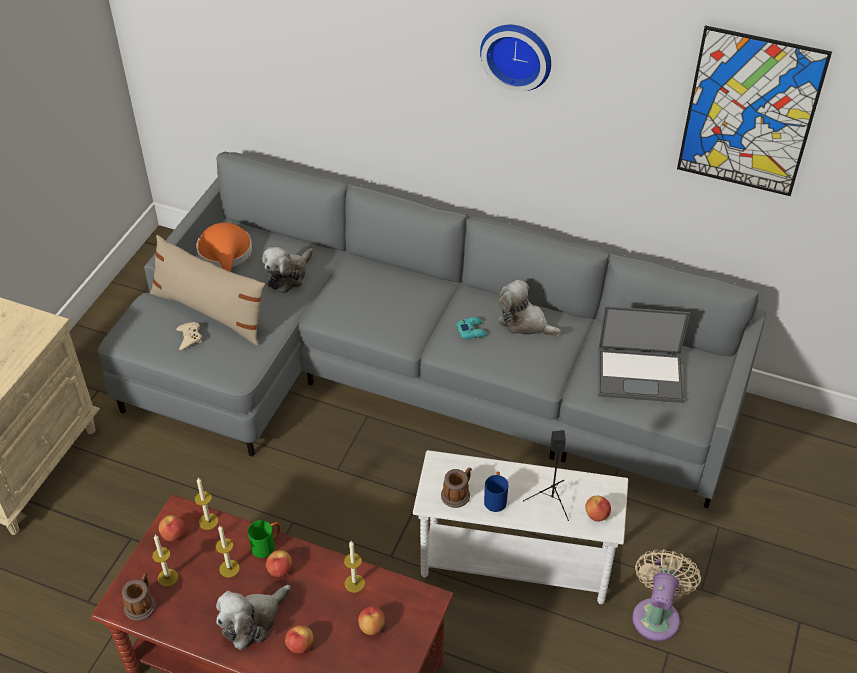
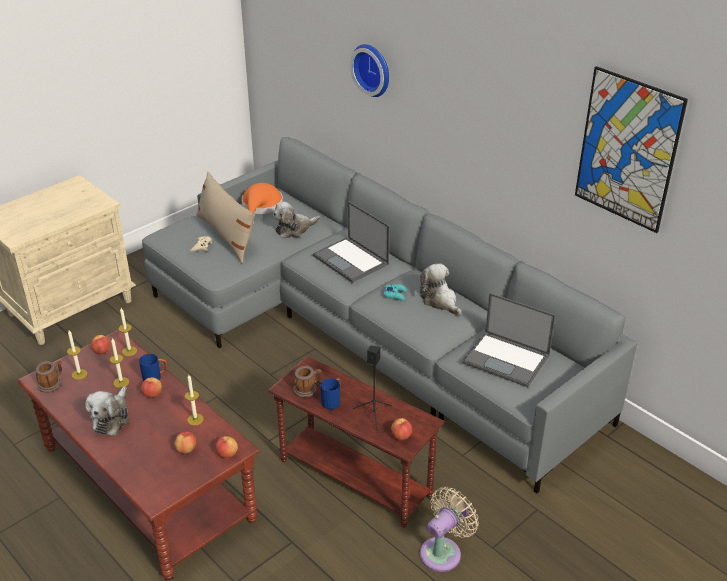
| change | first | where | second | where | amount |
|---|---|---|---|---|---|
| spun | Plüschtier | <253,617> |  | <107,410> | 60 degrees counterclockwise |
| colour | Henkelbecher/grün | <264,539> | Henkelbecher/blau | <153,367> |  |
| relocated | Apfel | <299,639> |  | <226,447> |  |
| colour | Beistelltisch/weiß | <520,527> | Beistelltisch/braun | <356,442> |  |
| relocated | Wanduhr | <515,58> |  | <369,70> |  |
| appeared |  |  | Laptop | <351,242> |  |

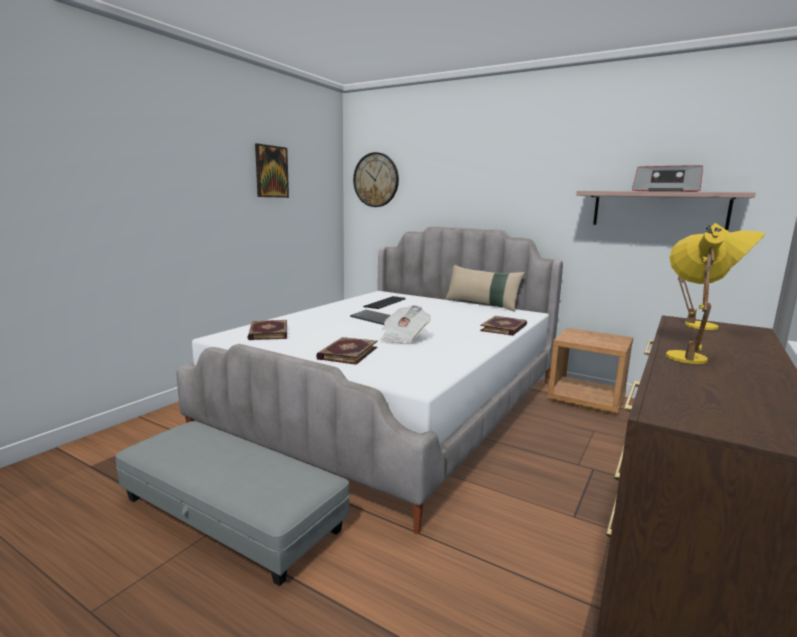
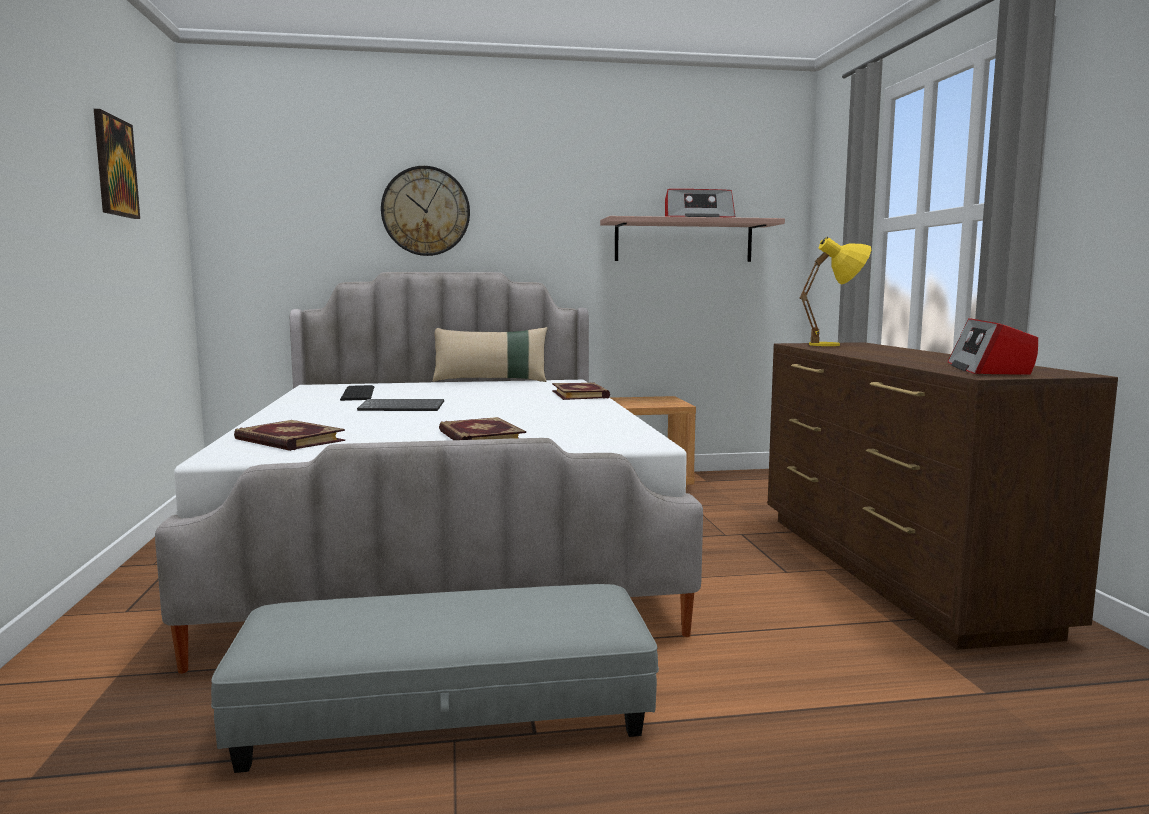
| change | first | where | second | where | amount |
|---|---|---|---|---|---|
| relocated | Wanduhr | <376,179> |  | <425,211> |  |
| missing | Zeitung | <405,324> |  |  |  |
| missing | Tischlampe/gelb | <699,295> |  |  |  |
| appeared |  |  | Radio | <993,346> |  |

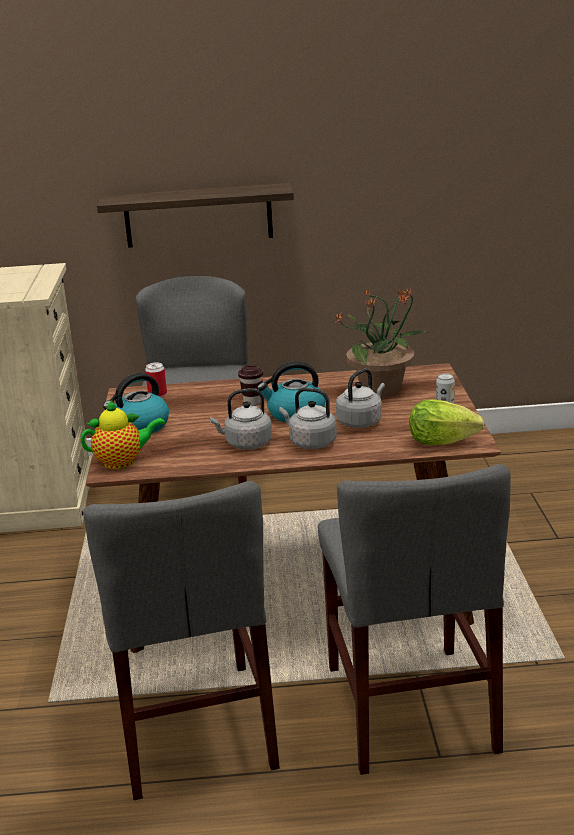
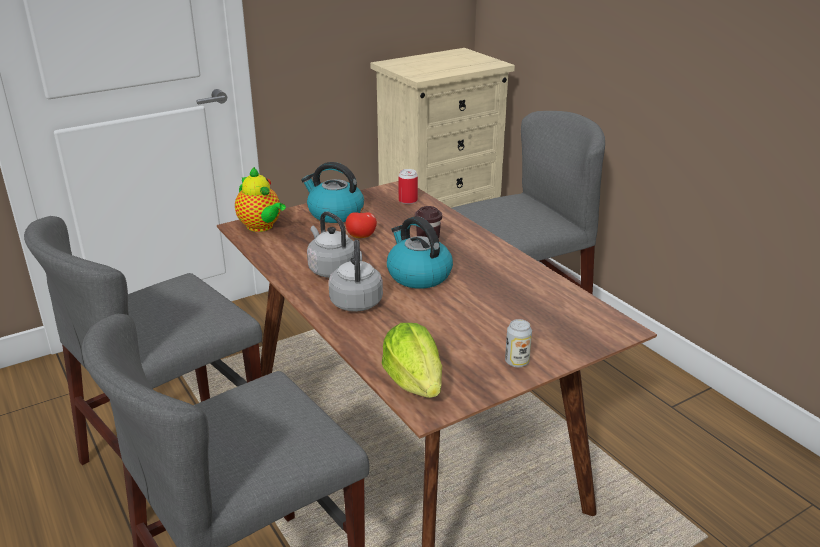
| change | first | where | second | where | amount |
|---|---|---|---|---|---|
| missing | Wandregal | <195,215> |  |  |  |
| missing | Topfpflanze | <380,343> |  |  |  |
| missing | Wasserkessel/grau | <360,398> |  |  |  |
| appeared |  |  | Apfel | <361,223> |  |

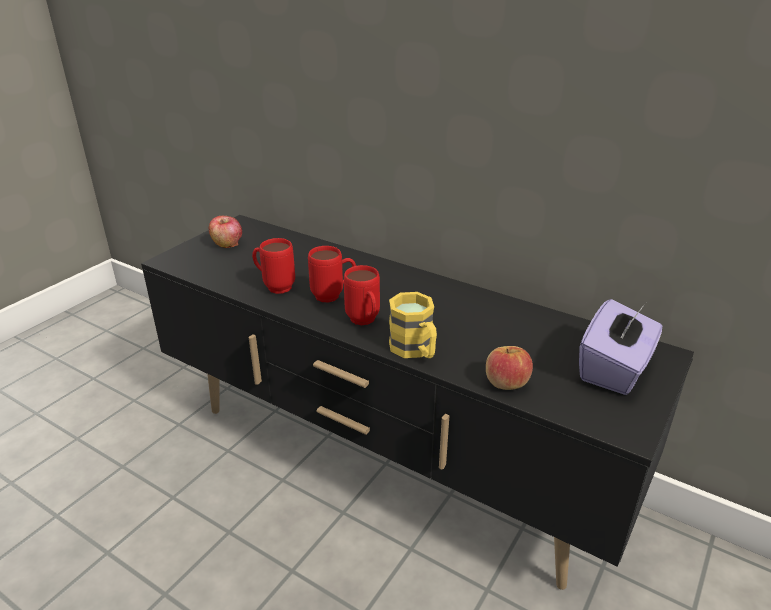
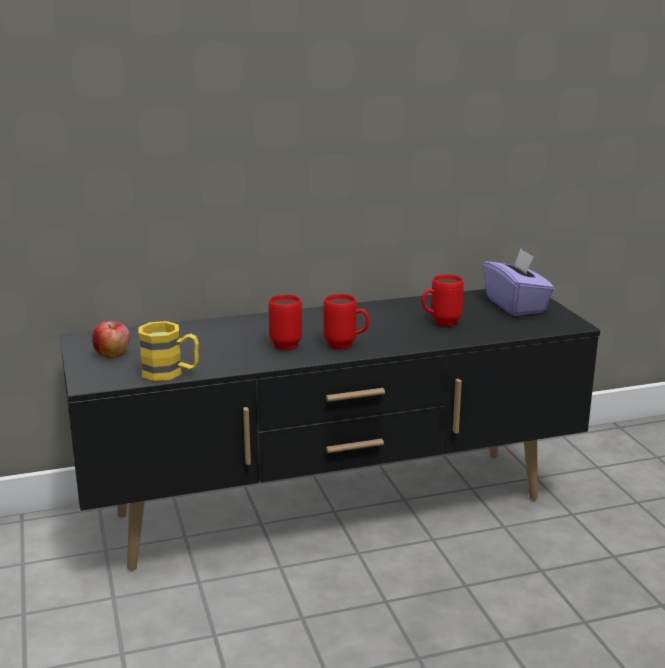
| change | first | where | second | where | amount |
|---|---|---|---|---|---|
| relocated | Henkelbecher/rot | <273,266> |  | <443,300> |  |
| relocated | Henkelbecher/gelb | <413,325> |  | <169,351> |  |
| missing | Apfel | <509,368> |  |  |  |

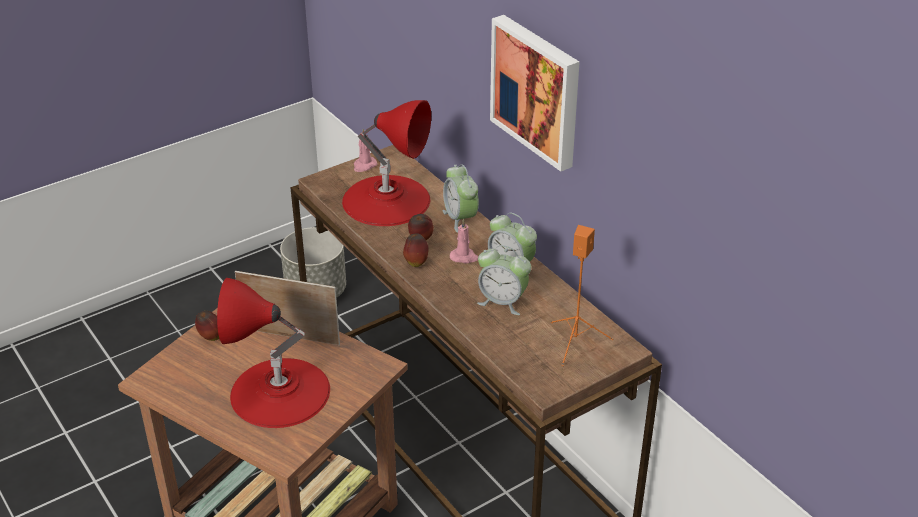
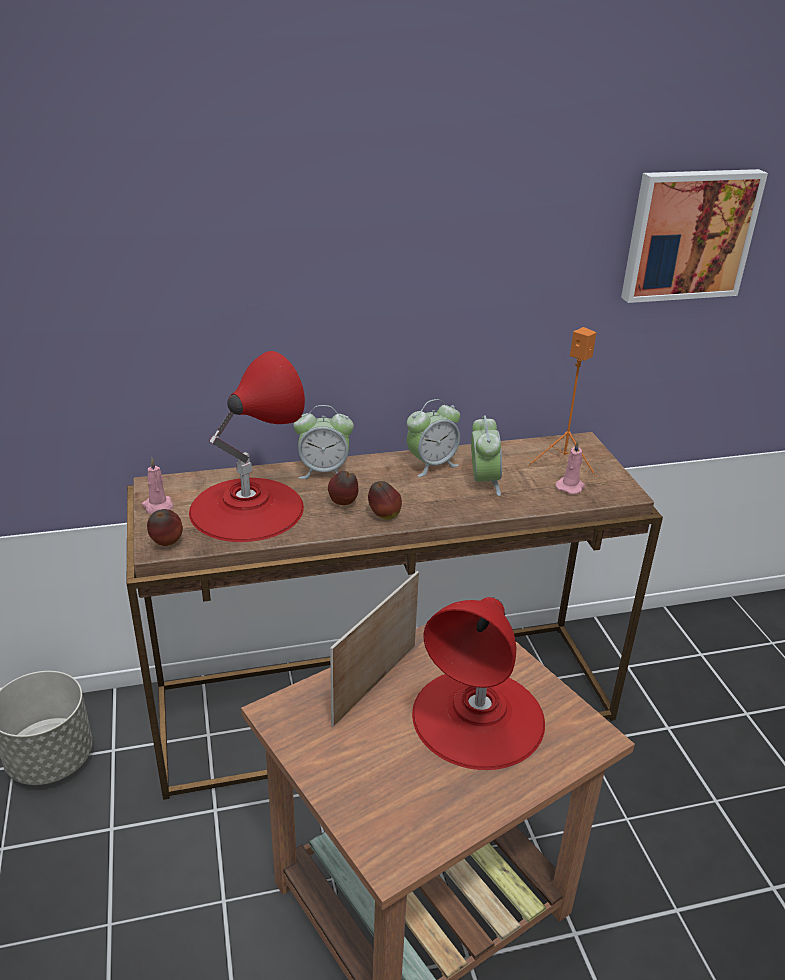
| change | first | where | second | where | amount |
|---|---|---|---|---|---|
| relocated | Apfel | <207,326> |  | <165,527> |  |
| relocated | Kerze/rosa | <464,241> |  | <570,467> |  |
| spun | Wecker | <504,280> |  | <486,455> | 45 degrees counterclockwise |
| relocated | Bild | <535,93> |  | <694,236> |  |

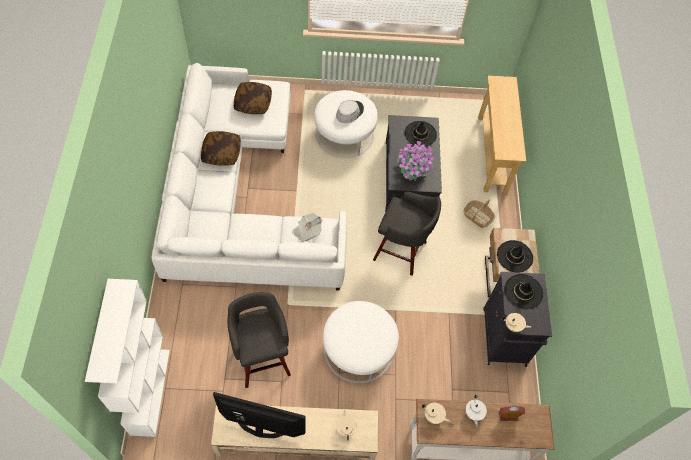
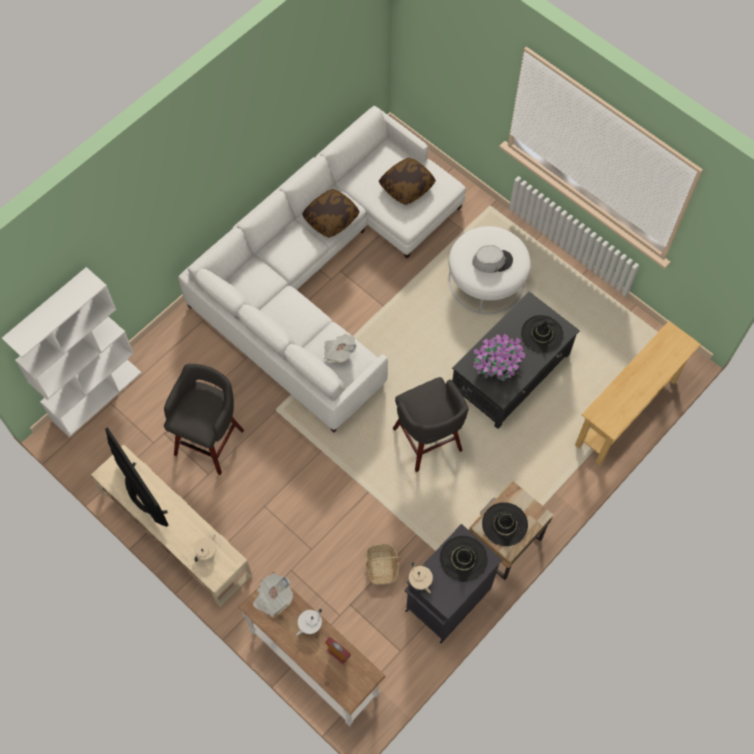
| change | first | where | second | where | amount |
|---|---|---|---|---|---|
| missing | Polsterhocker/weiß | <361,342> |  |  |  |
| exchanged | Teekanne/beige | <436,413> | Zeitung | <273,595> |  |
| relocated | Korb | <479,214> |  | <382,564> |  |

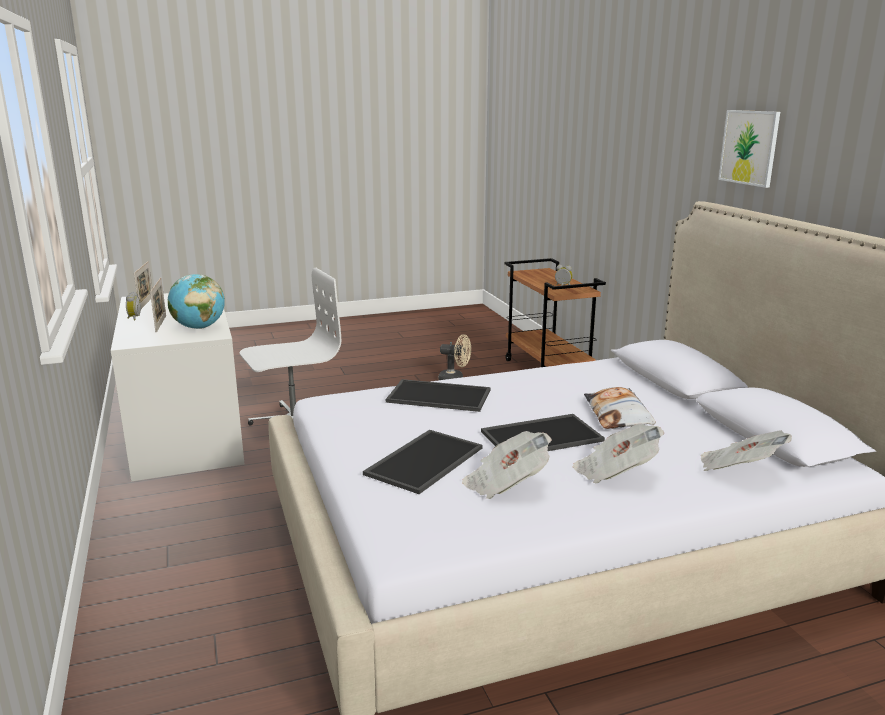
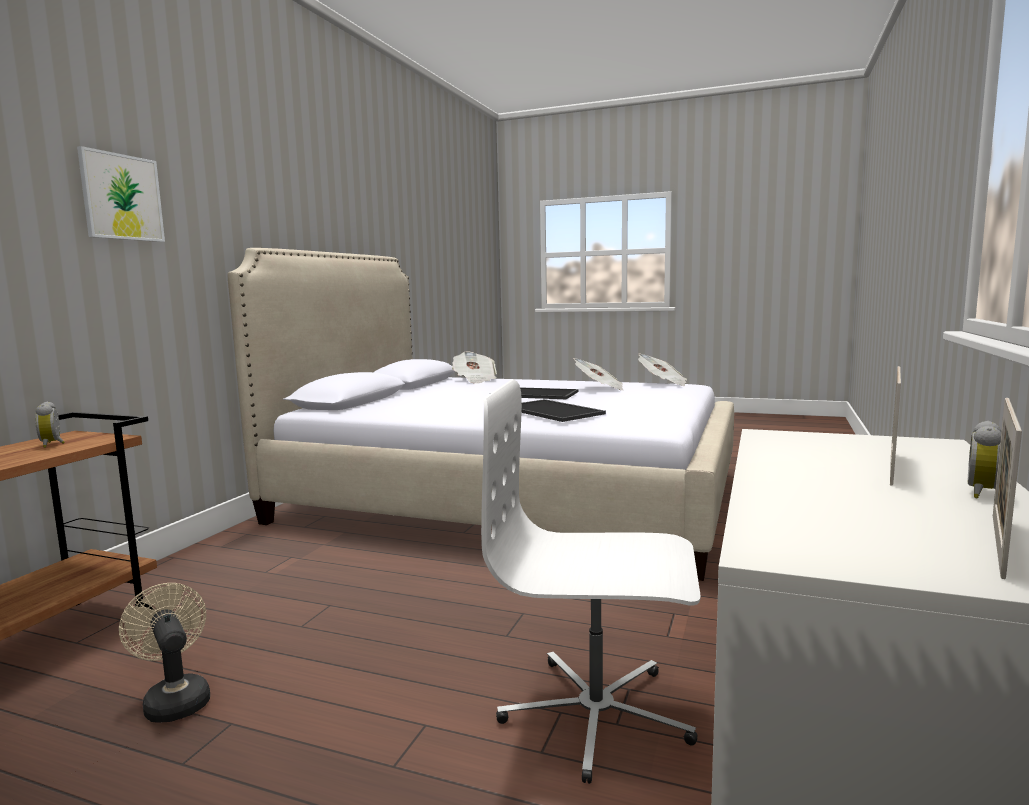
| change | first | where | second | where | amount |
|---|---|---|---|---|---|
| missing | Globus | <196,301> |  |  |  |
| missing | Tablett | <423,462> |  |  |  |
| relocated | Zeitung | <618,453> |  | <662,370> |  |
| missing | Kissen | <620,408> |  |  |  |
| relocated | Bild | <749,149> |  | <121,194> |  |

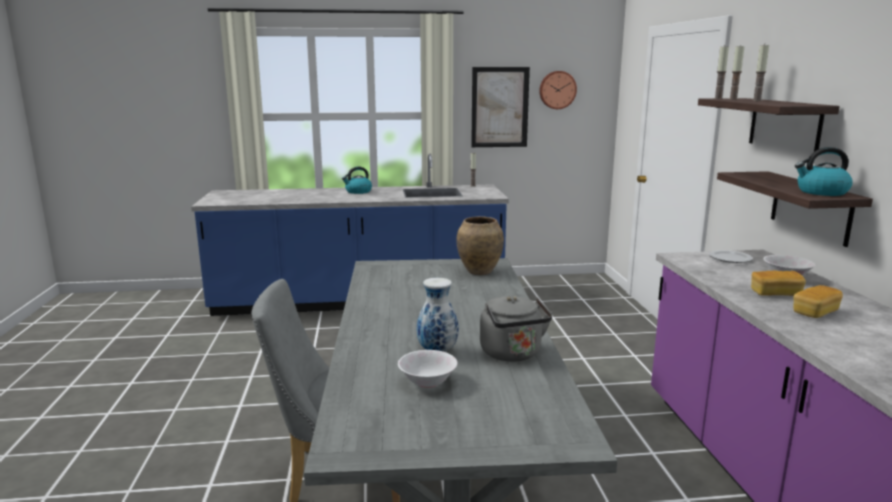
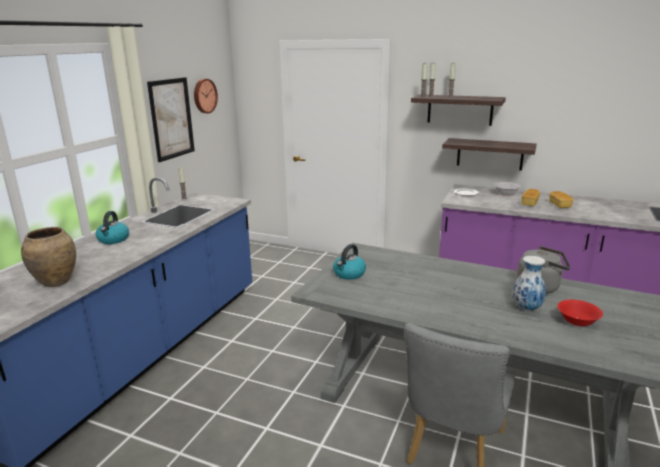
| change | first | where | second | where | amount |
|---|---|---|---|---|---|
| colour | Schüssel/weiß | <427,369> | Schüssel/rot | <580,313> |  |
| relocated | Vase/braun | <480,245> |  | <48,257> |  |
| relocated | Wasserkessel | <824,171> |  | <349,262> |  |

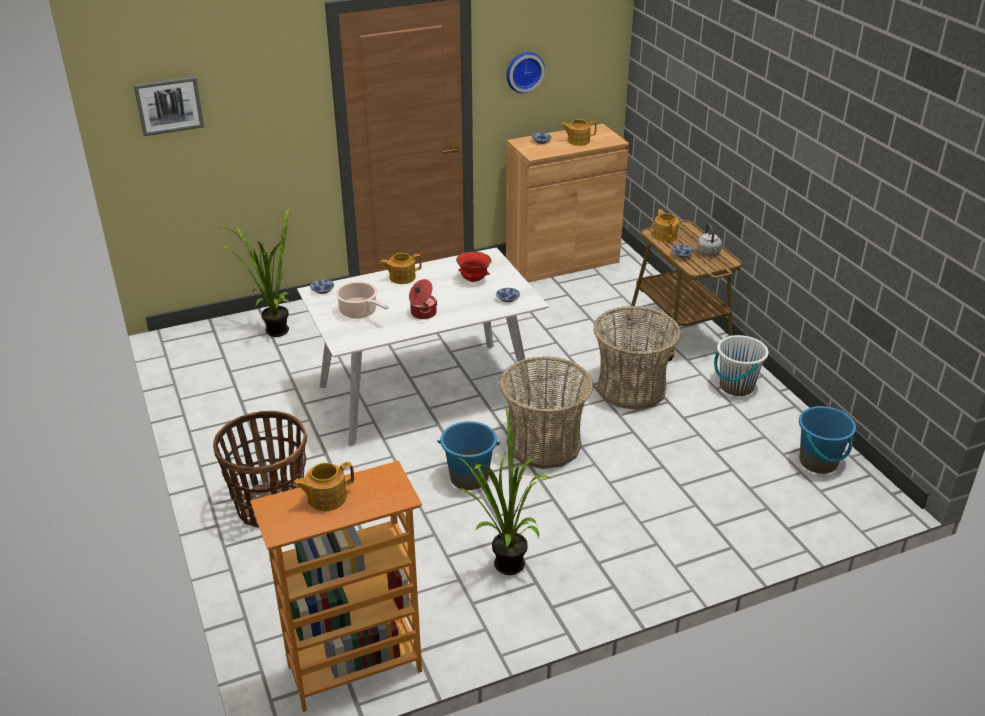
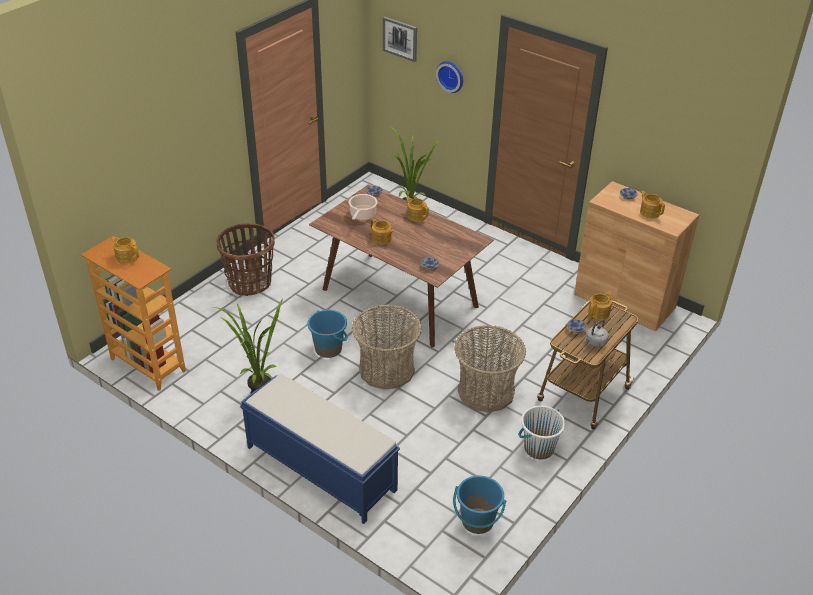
| change | first | where | second | where | amount |
|---|---|---|---|---|---|
| colour | Esstisch/weiß | <423,346> | Esstisch/braun | <401,266> |  |
| exchanged | Kochtopf | <423,299> | Teekanne | <382,231> |  |
| missing | Schüssel/rot | <474,266> |  |  |  |
| relocated | Wanduhr | <525,72> |  | <449,77> |  |
| appeared |  |  | Bank/blau | <320,449> |  |

